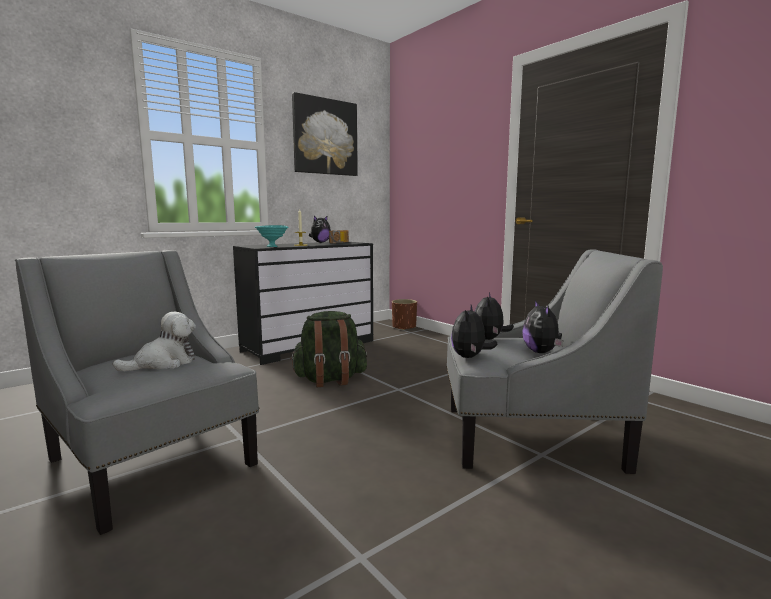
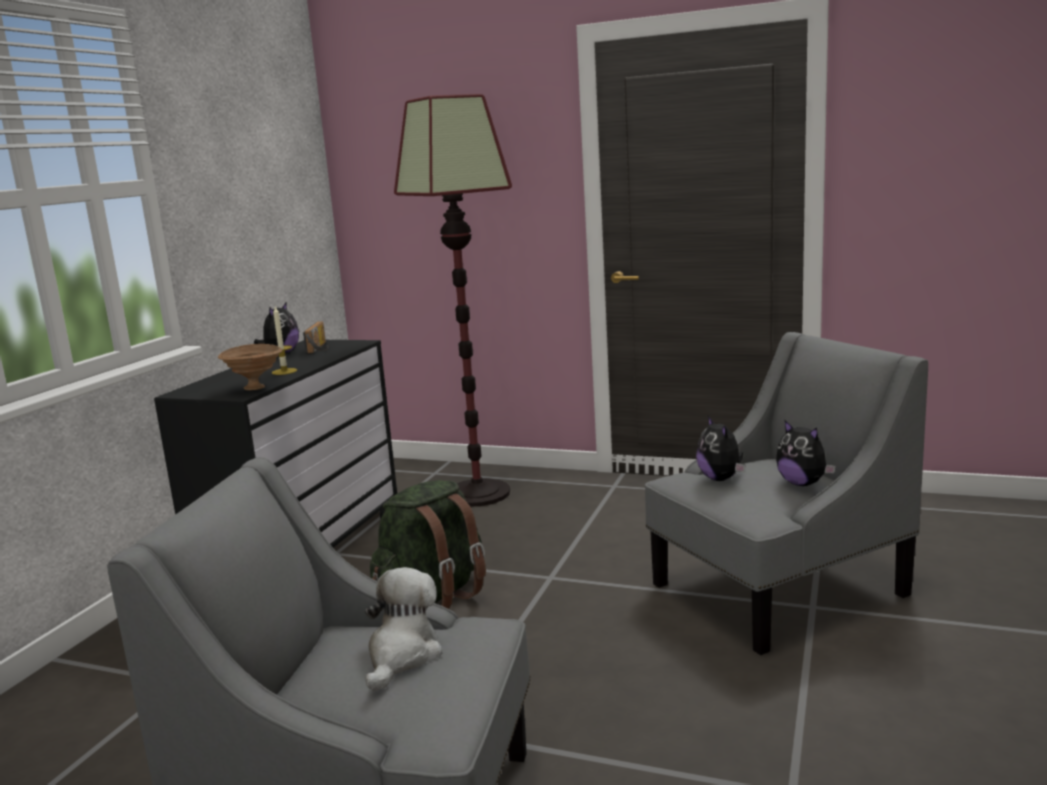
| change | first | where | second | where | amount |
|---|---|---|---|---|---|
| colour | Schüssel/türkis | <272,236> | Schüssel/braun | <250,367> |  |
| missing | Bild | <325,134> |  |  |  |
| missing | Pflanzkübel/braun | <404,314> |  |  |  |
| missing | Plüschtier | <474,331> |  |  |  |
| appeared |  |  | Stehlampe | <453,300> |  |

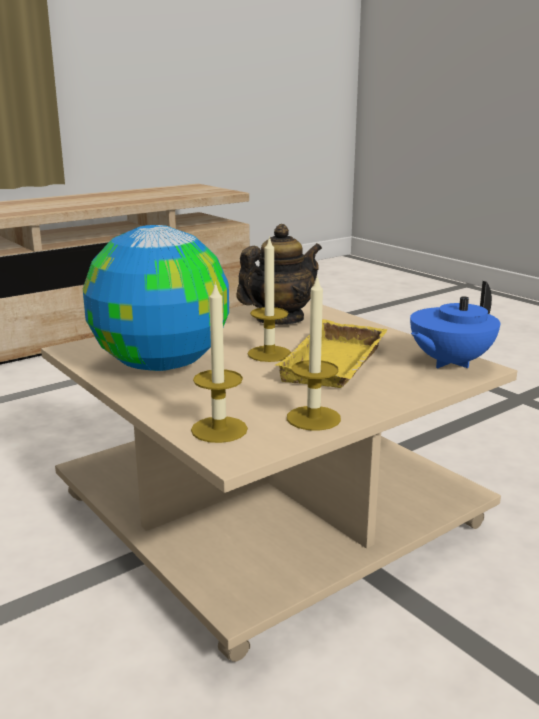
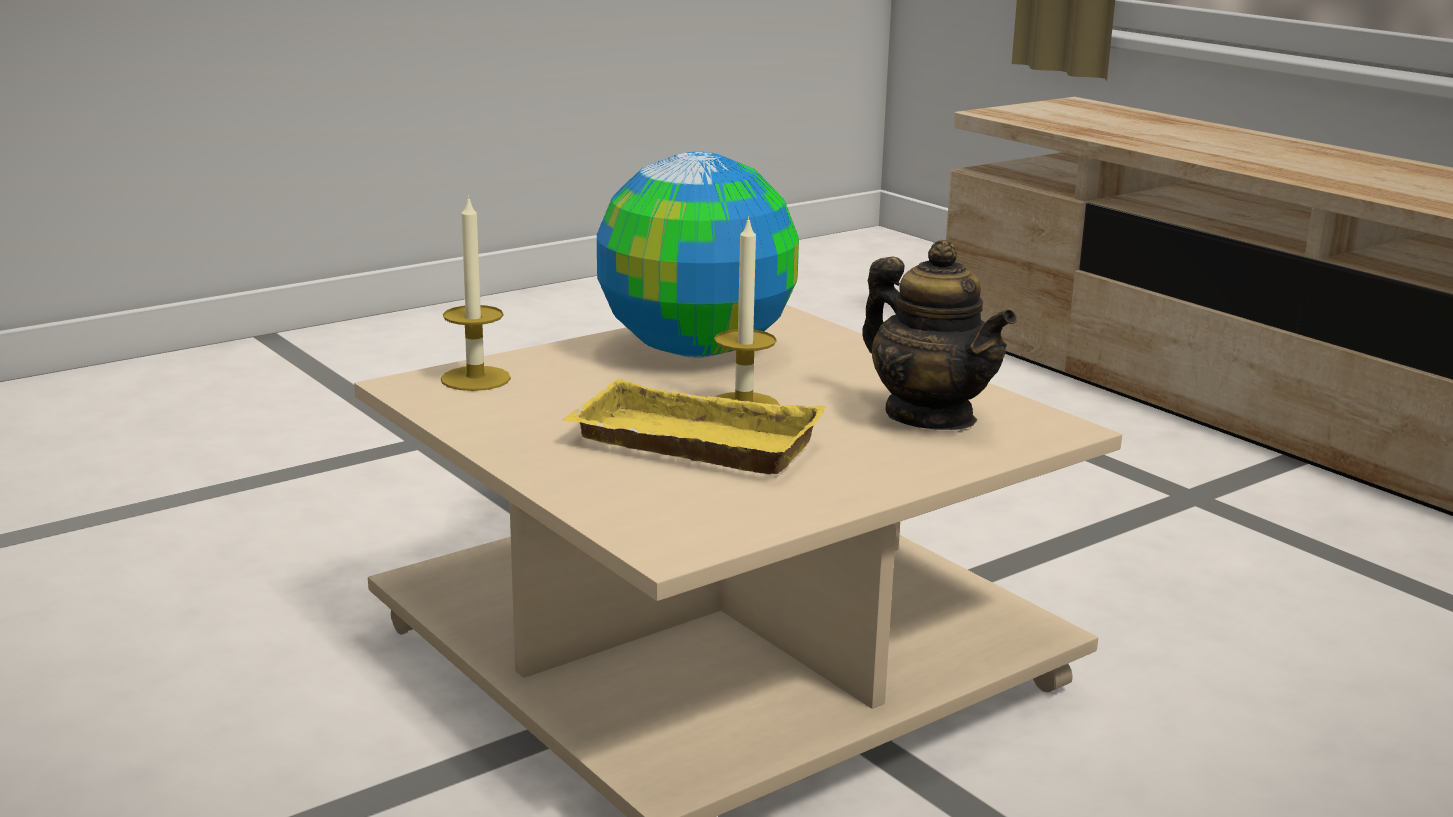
| change | first | where | second | where | amount |
|---|---|---|---|---|---|
| missing | Kerze | <314,354> |  |  |  |
| missing | Teekanne/blau | <455,324> |  |  |  |

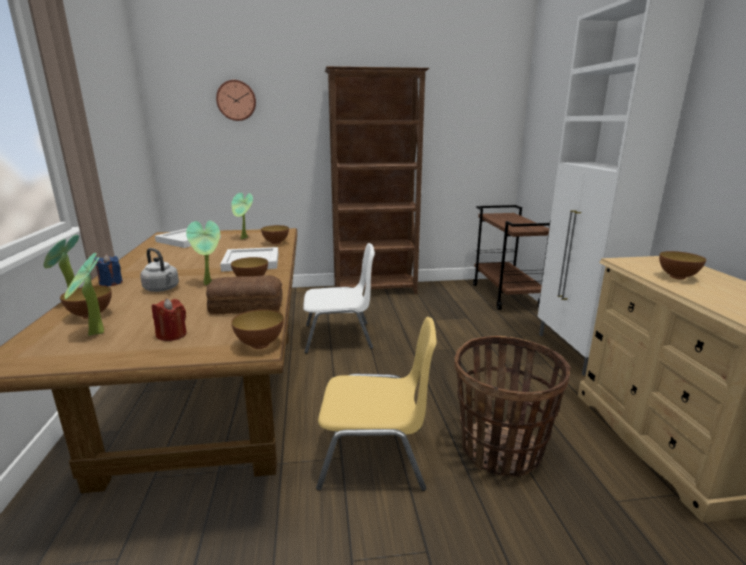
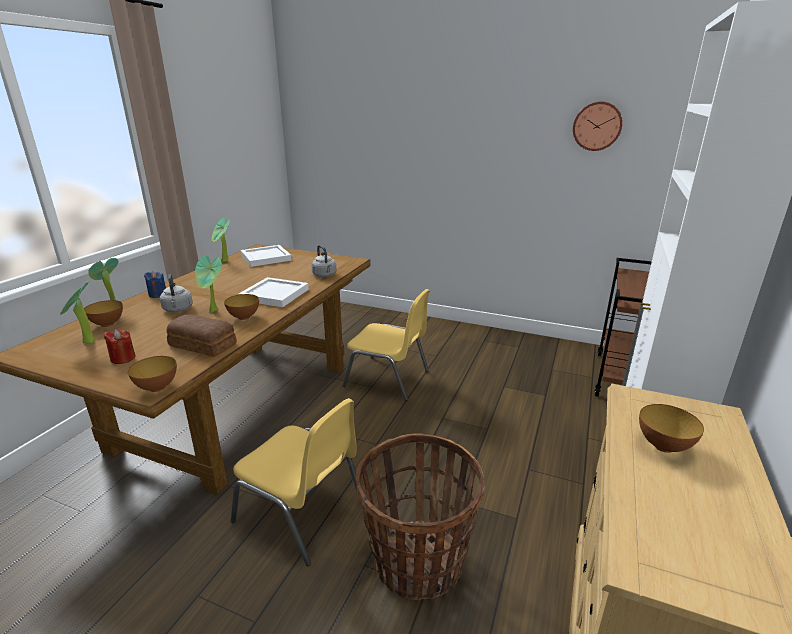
| change | first | where | second | where | amount |
|---|---|---|---|---|---|
| relocated | Wanduhr | <236,100> |  | <598,126> |  |
| relocated | Topfpflanze | <242,216> |  | <221,240> |  |
| exchanged | Schüssel | <275,235> | Wasserkessel/grau | <323,261> |  |
| colour | Stuhl/weiß | <339,298> | Stuhl/gelb | <386,345> |  |
| missing | Bücherregal/braun | <377,180> |  |  |  |

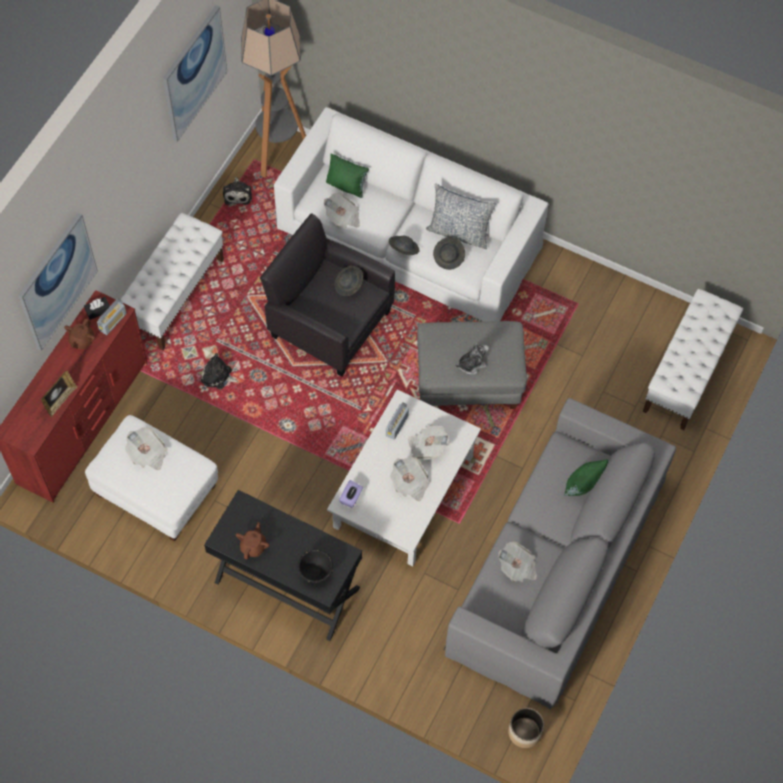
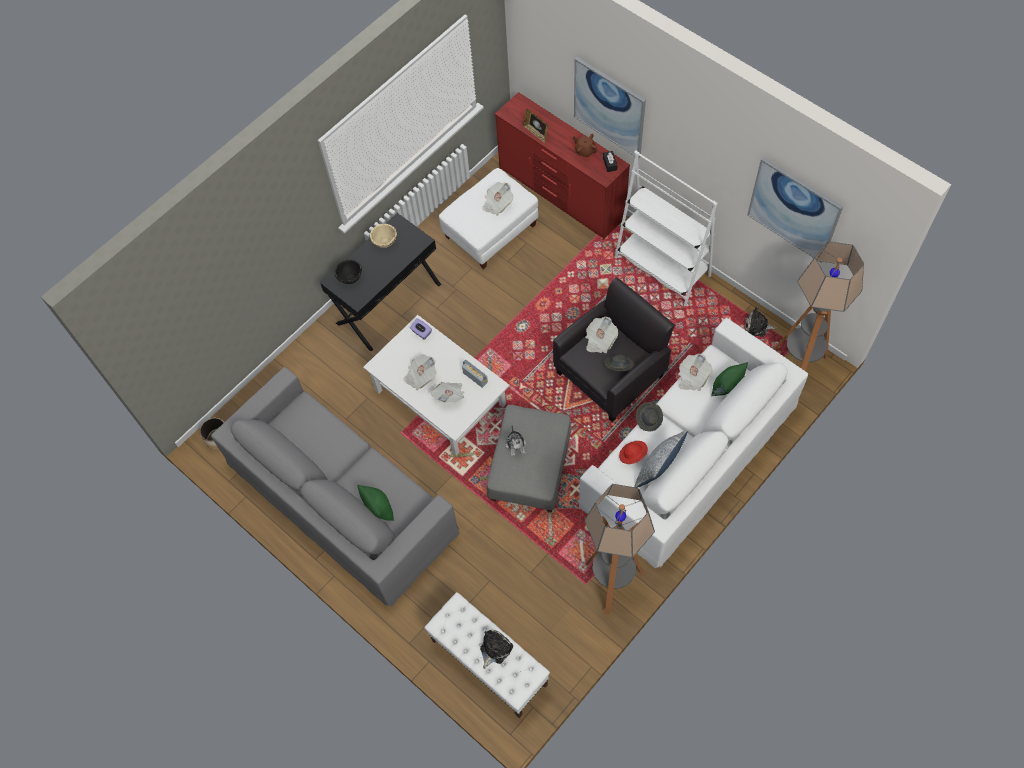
| change | first | where | second | where | amount |
|---|---|---|---|---|---|
| missing | Radio | <112,316> |  |  |  |
| exchanged | Bank/weiß | <172,281> | Bücherregal/weiß | <666,228> |  |
| relocated | Plüschtier | <219,371> |  | <496,649> |  |
| exchanged | Teekanne/braun | <252,541> | Schüssel/beige | <383,236> |  |
| colour | Hut/grau | <449,253> | Hut/rot | <633,452> |  |
| relocated | Zeitung | <517,562> |  | <601,335> |  |
| appeared |  |  | Stehlampe | <620,549> |  |

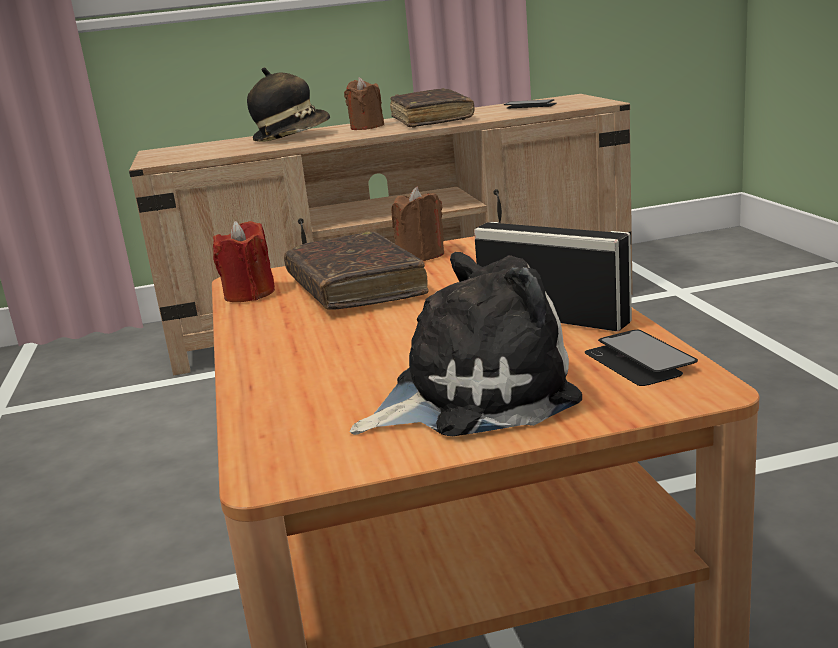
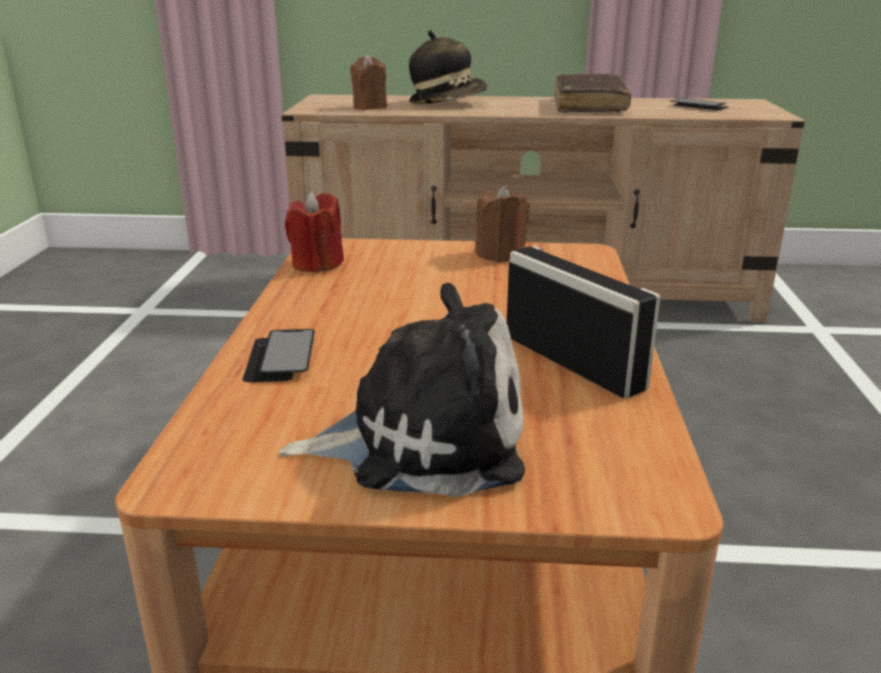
| change | first | where | second | where | amount |
|---|---|---|---|---|---|
| missing | Buch/braun | <356,271> |  |  |  |
| relocated | Kerze/braun | <364,103> |  | <368,82> |  |
| relocated | Handy | <641,358> |  | <278,355> |  |

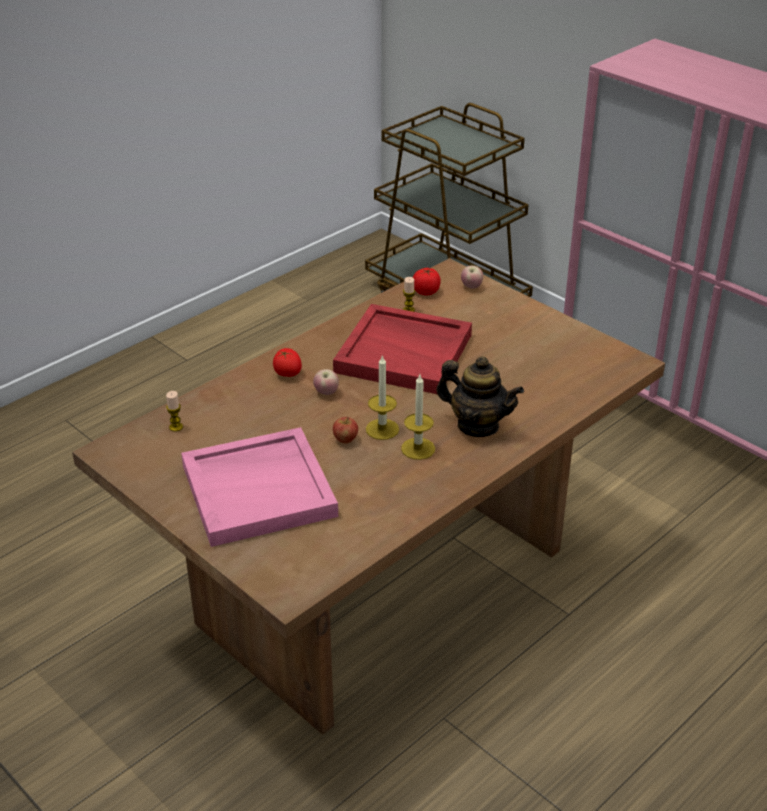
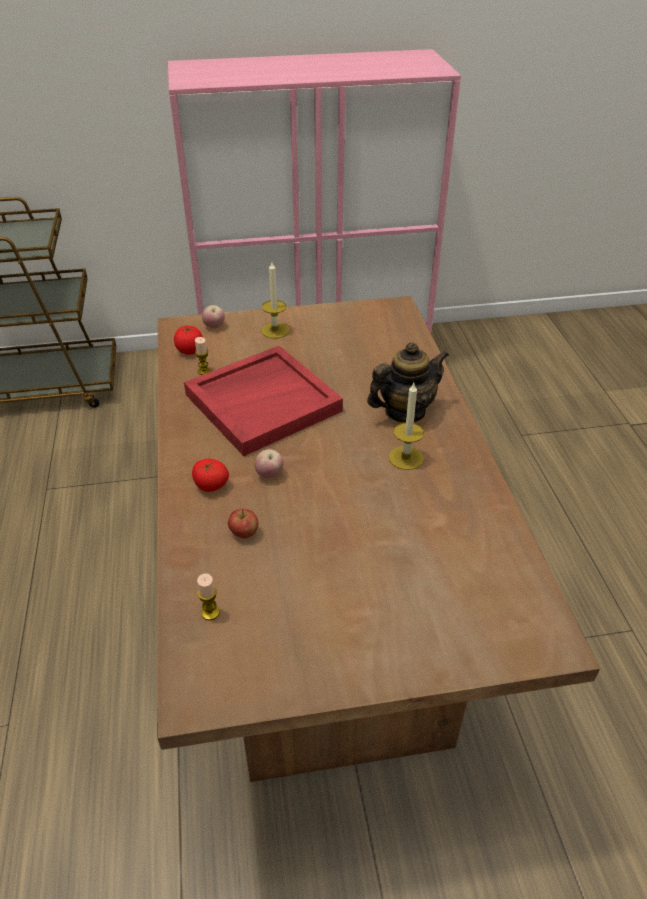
| change | first | where | second | where | amount |
|---|---|---|---|---|---|
| missing | Tablett/rosa | <259,487> |  |  |  |
| relocated | Apfel | <345,430> |  | <243,524> |  |
| relocated | Kerze | <382,397> |  | <275,300> |  |

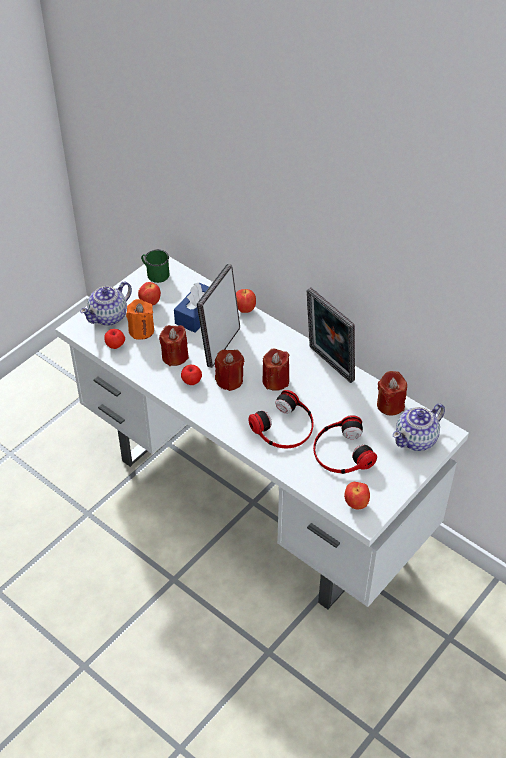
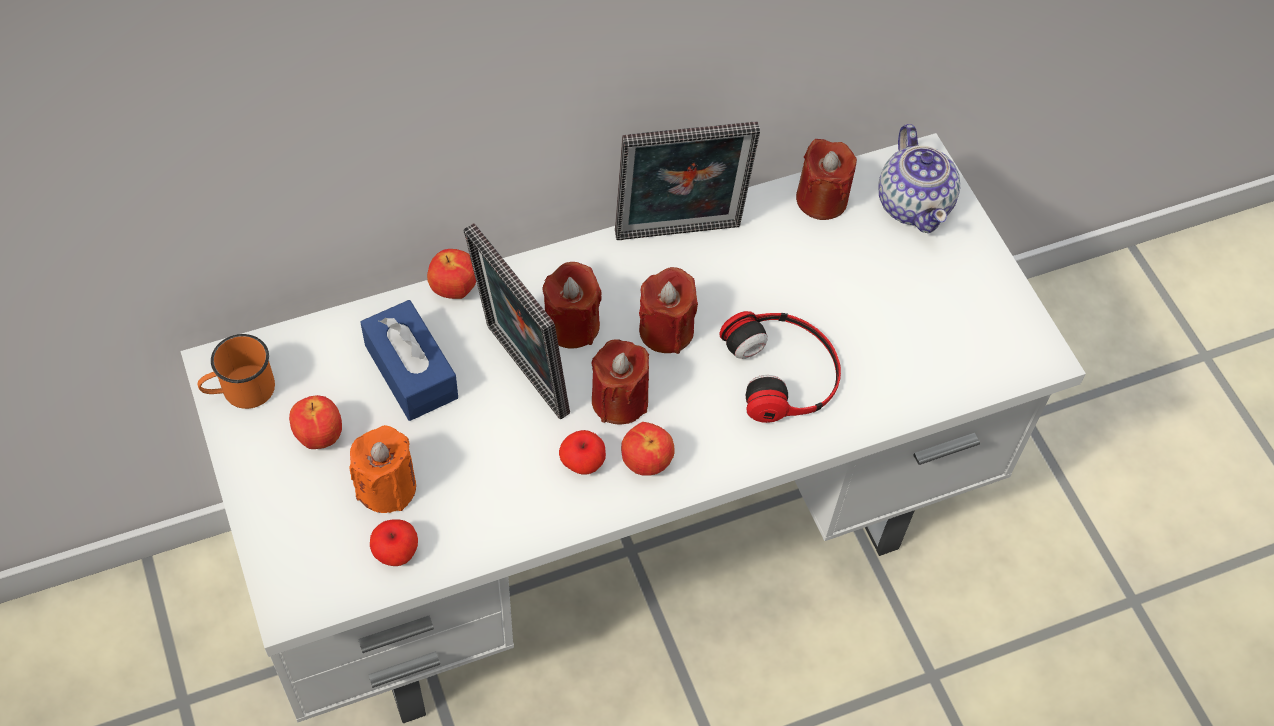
| change | first | where | second | where | amount |
|---|---|---|---|---|---|
| missing | Teekanne | <106,304> |  |  |  |
| colour | Henkelbecher/grün | <155,266> | Henkelbecher/orange | <236,371> |  |
| relocated | Kerze/rot | <174,345> |  | <572,305> |  |
| missing | Kopfhörer | <345,444> |  |  |  |
| relocated | Apfel | <357,495> |  | <648,449> |  |

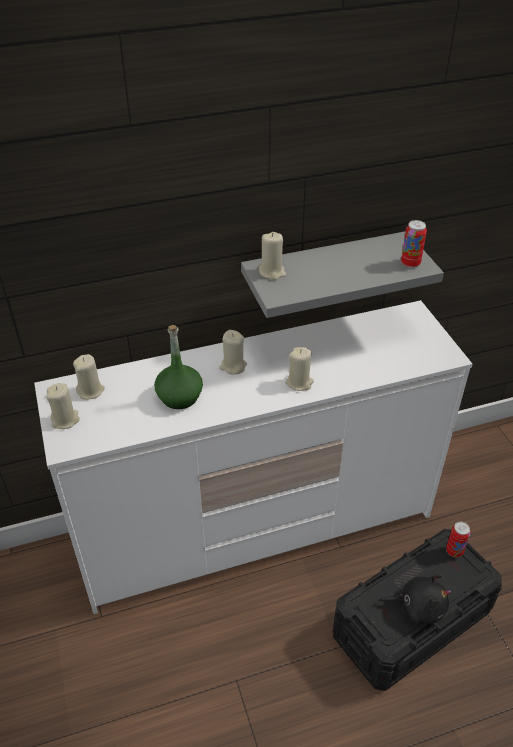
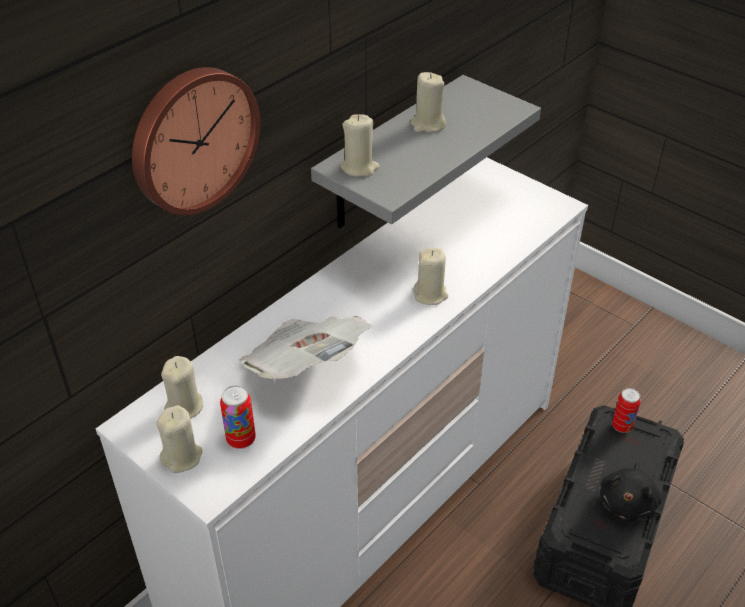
| change | first | where | second | where | amount |
|---|---|---|---|---|---|
| exchanged | Flasche/grün | <178,367> | Zeitung | <305,347> |  |
| relocated | Kerze/beige | <233,352> |  | <428,102> |  |
| spun | Plüschtier/schwarz | <415,600> |  | <630,491> | 135 degrees clockwise |
| relocated | Dose | <414,244> |  | <238,417> |  |
| appeared |  |  | Wanduhr | <196,141> |  |

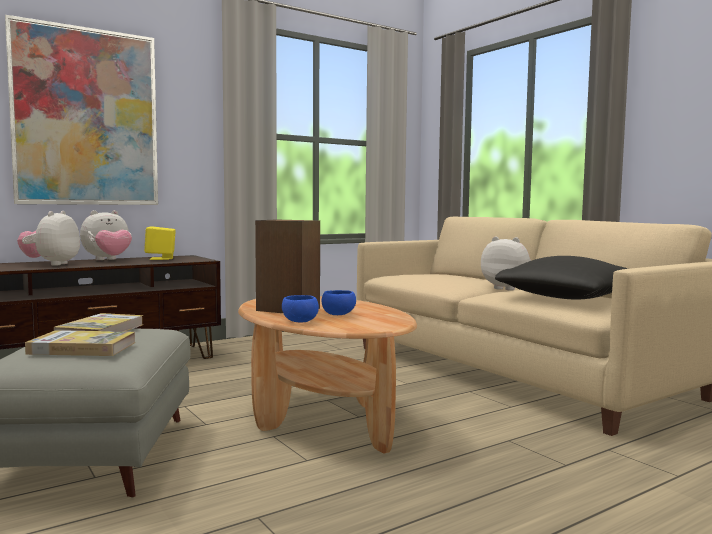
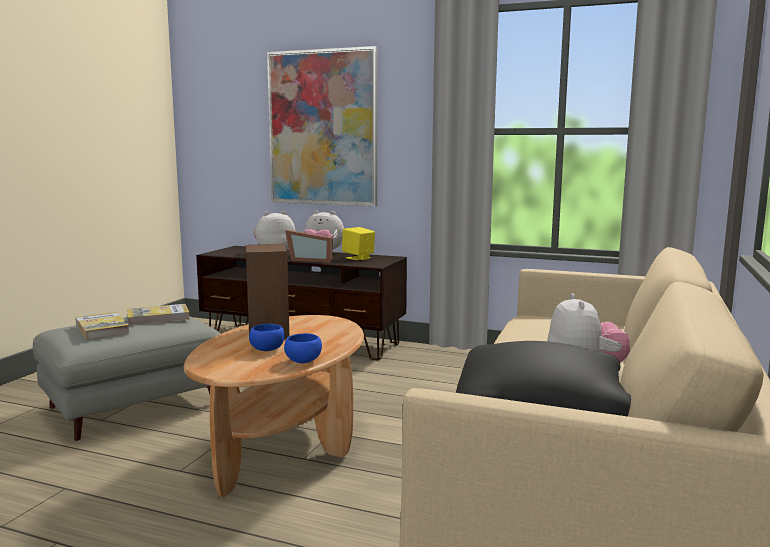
| change | first | where | second | where | amount |
|---|---|---|---|---|---|
| relocated | Schüssel/blau | <300,309> |  | <303,348> |  |
| appeared |  |  | Bilderrahmen | <309,246> |  |

